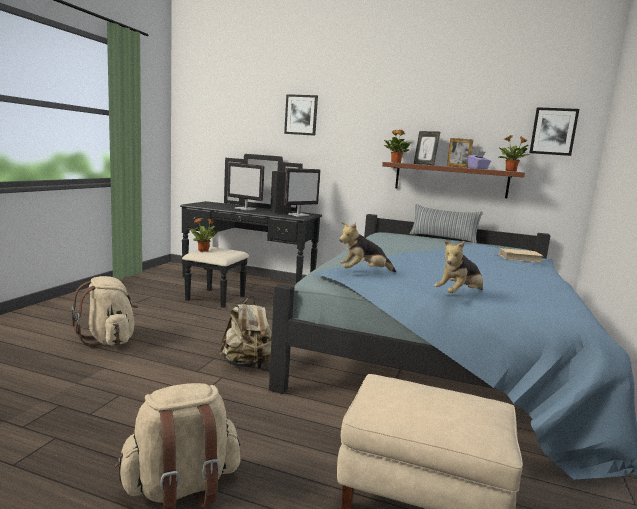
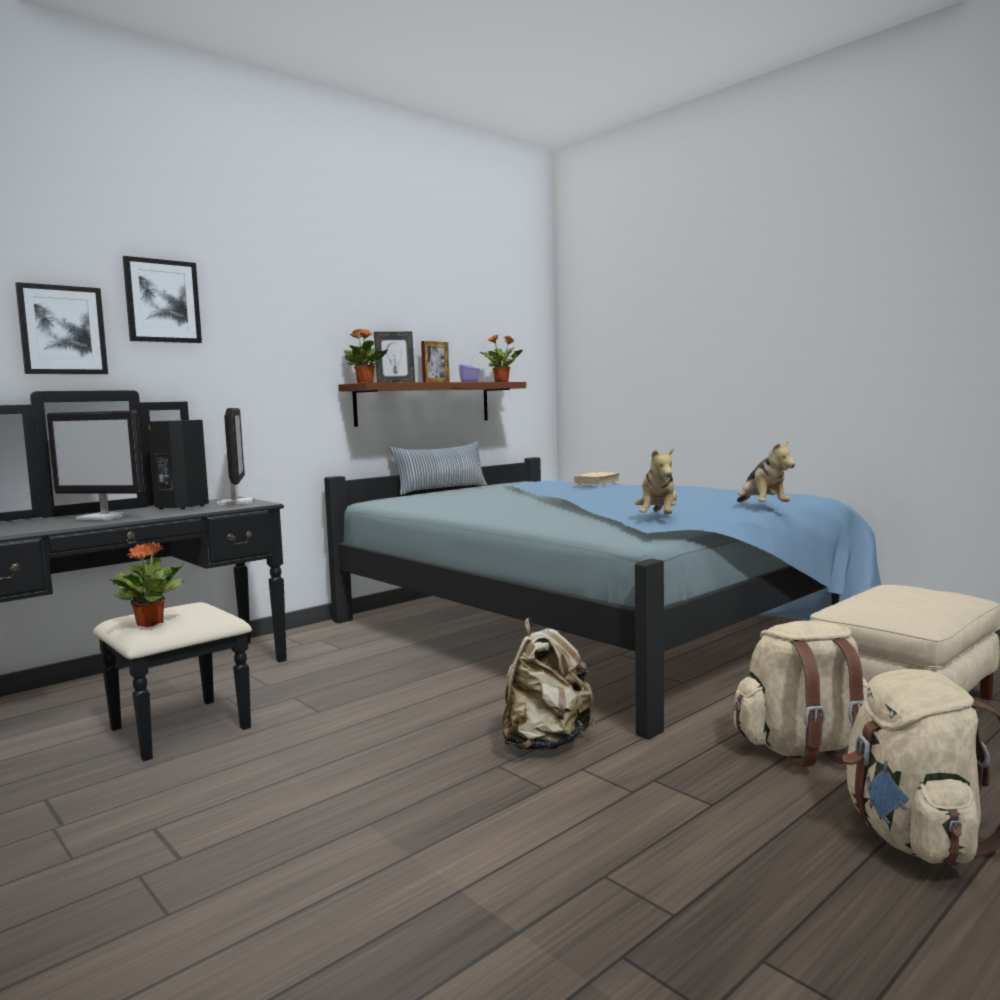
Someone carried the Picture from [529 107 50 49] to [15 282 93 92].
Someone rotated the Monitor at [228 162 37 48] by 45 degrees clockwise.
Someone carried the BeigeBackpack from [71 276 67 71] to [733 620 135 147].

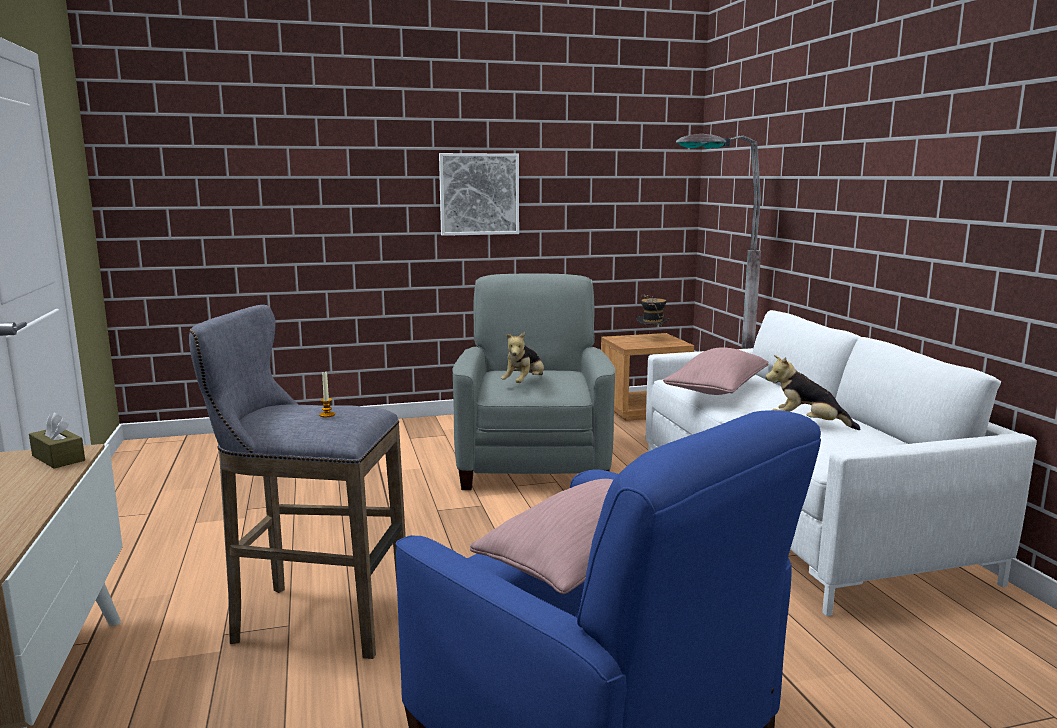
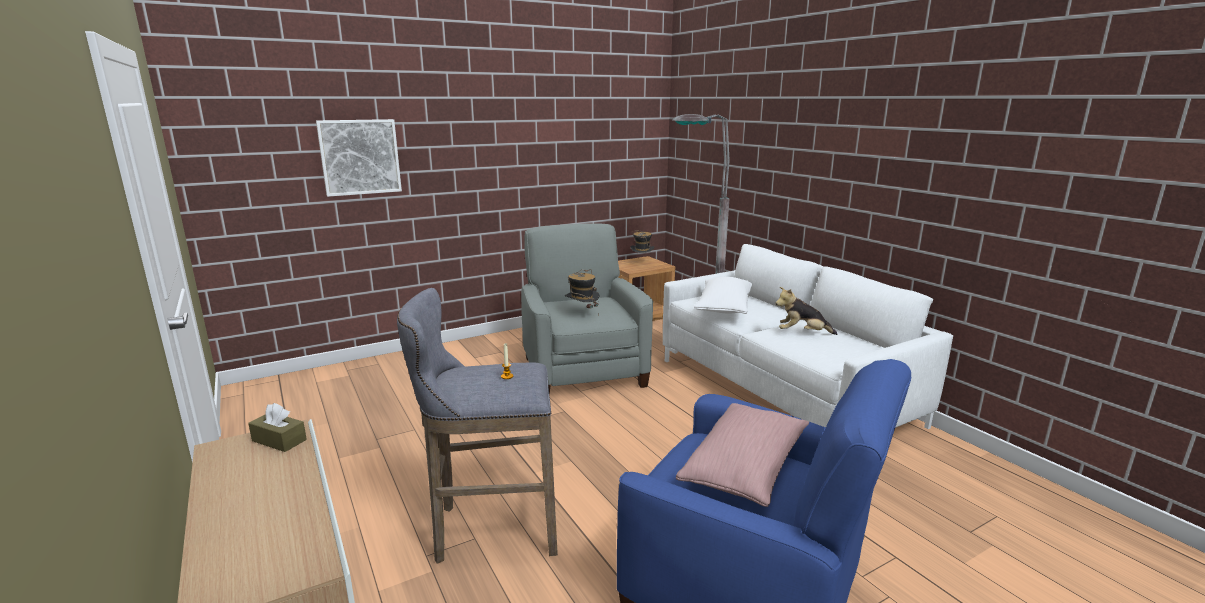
Someone carried the Picture from [439 153 80 83] to [316 119 86 78].
Someone swapped the PlushToy at [501 332 43 51] for the Hat at [565 269 34 40].
Someone repainted the PinkPillow at [663 347 106 48], which became the WhitePillow at [694 276 58 38].

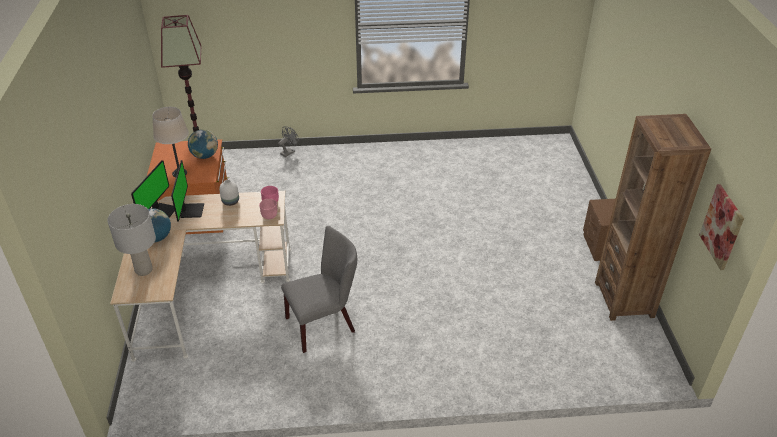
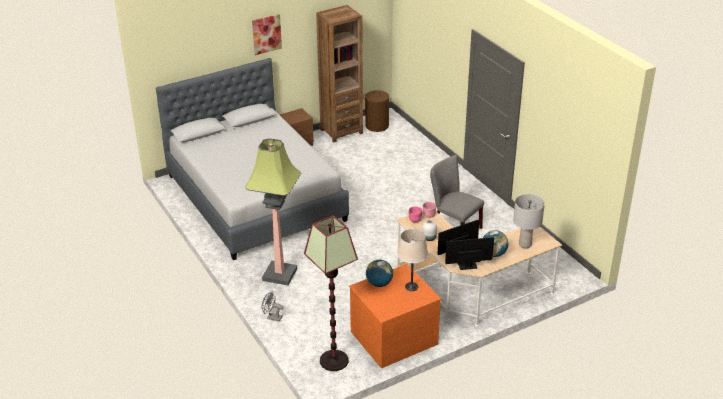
Someone carried the Picture from [699 184 45 86] to [252 14 30 41].
Someone put down the GreyBed at [156 58 193 202].
Someone put down the BrownLaundryBasket at [363 90 29 42].
Someone put down the FloorLamp at [245 138 56 147].

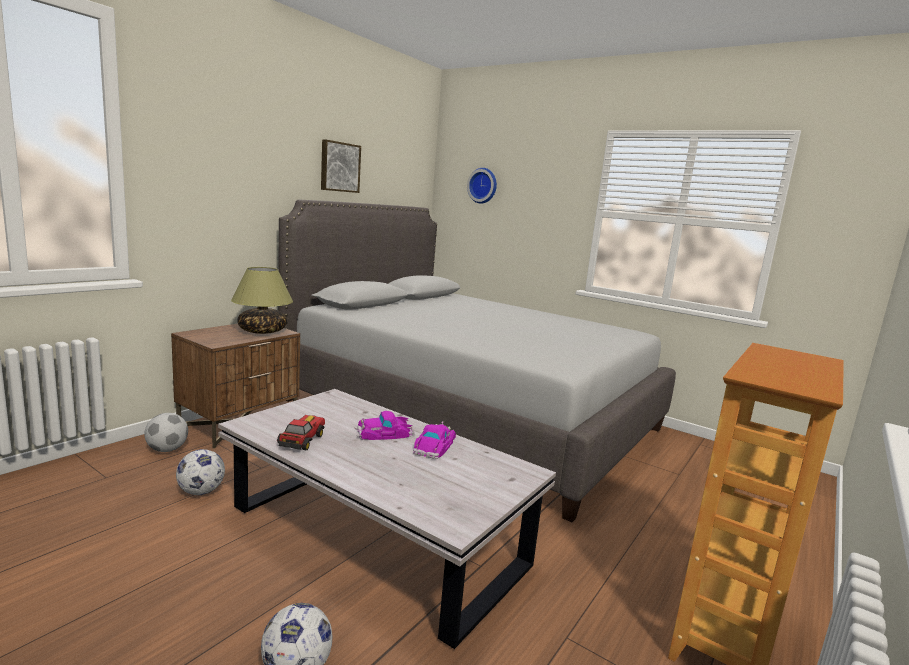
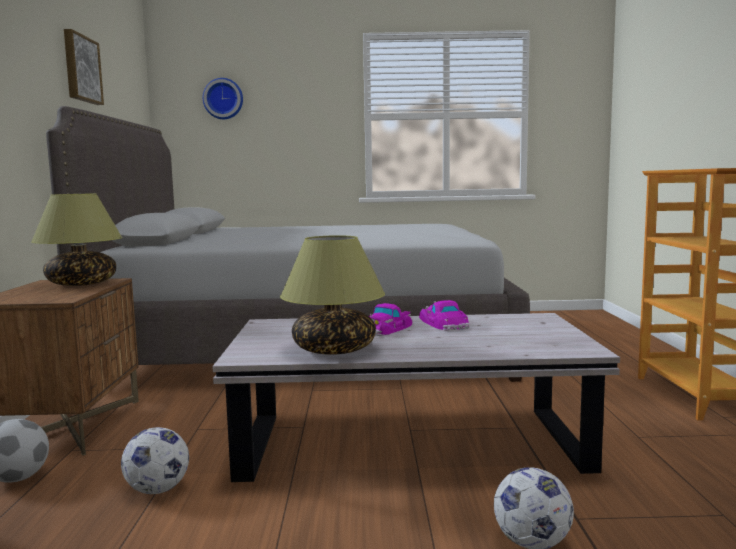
Someone swapped the ToyCar at [277 415 48 35] for the TableLamp at [280 235 105 120].

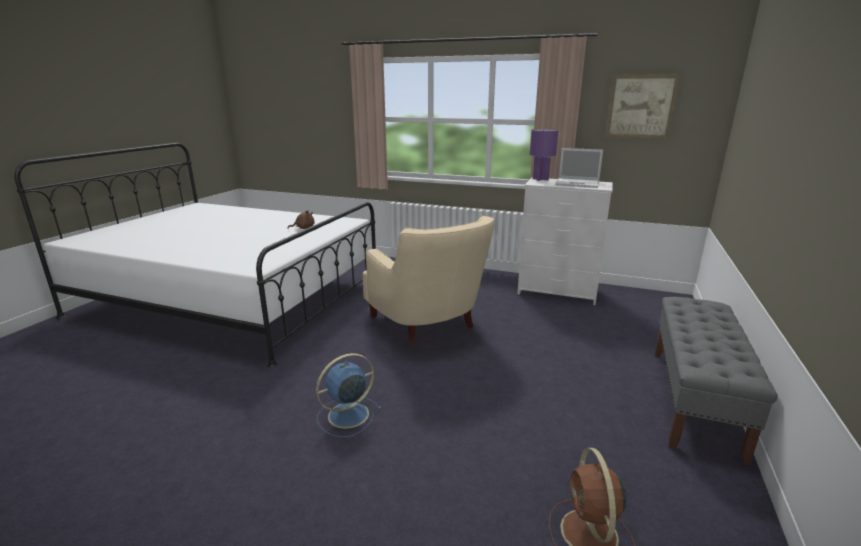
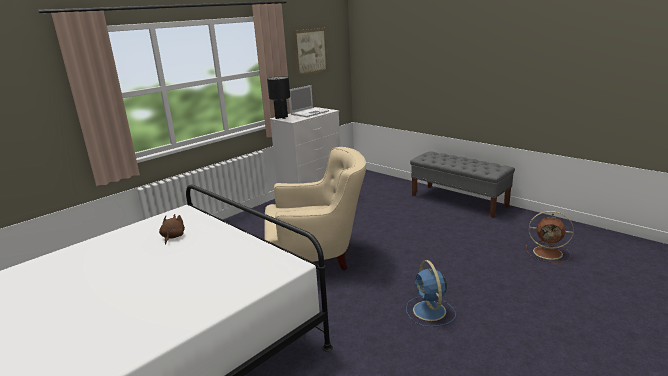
Someone repainted the PurpleTableLamp at [530 129 28 52], which became the BlackTableLamp at [267 76 23 43].

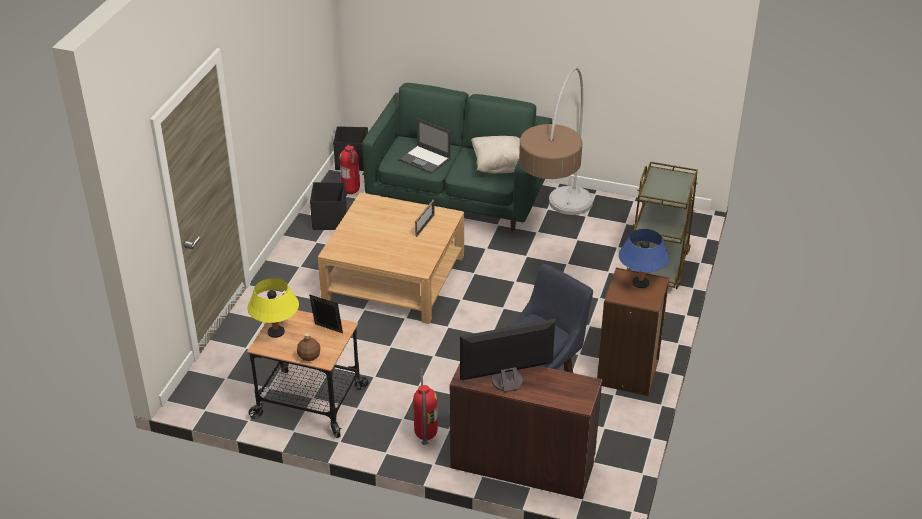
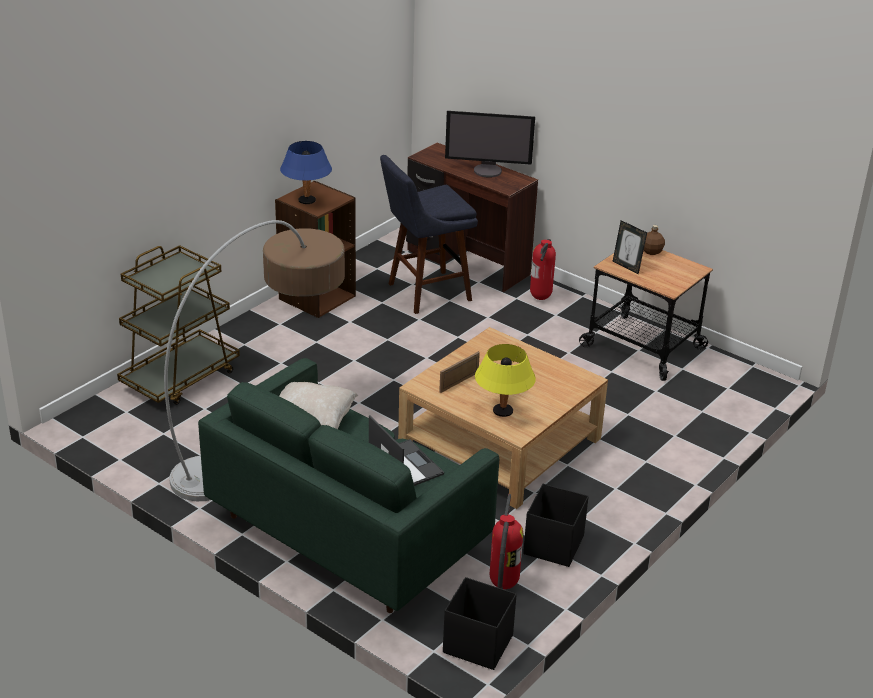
Someone carried the YellowTableLamp from [247 278 52 60] to [475 344 61 73].

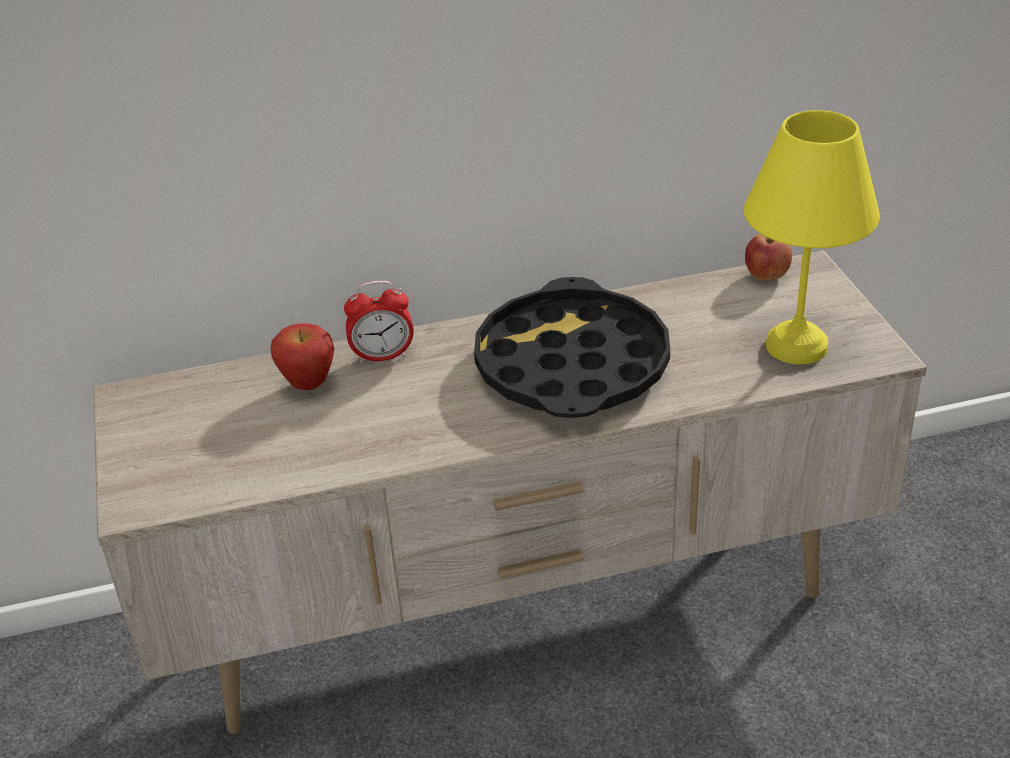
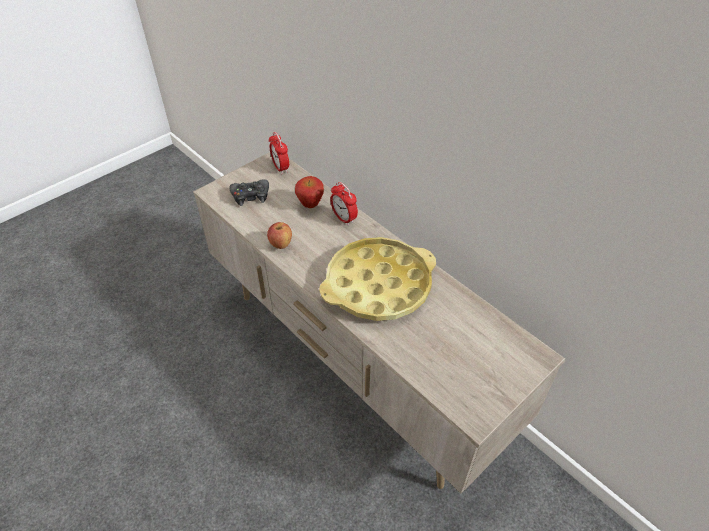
Someone took away the YellowTableLamp at [744 110 136 254].
Someone carried the Apple from [745 234 47 47] to [267 222 25 27].
Someone repainted the BlackTray at [474 277 196 141], which became the YellowTray at [319 237 117 84].
Someone put down the AlarmClock at [269 132 20 42].
Someone put down the BlackGameController at [229 179 40 27].

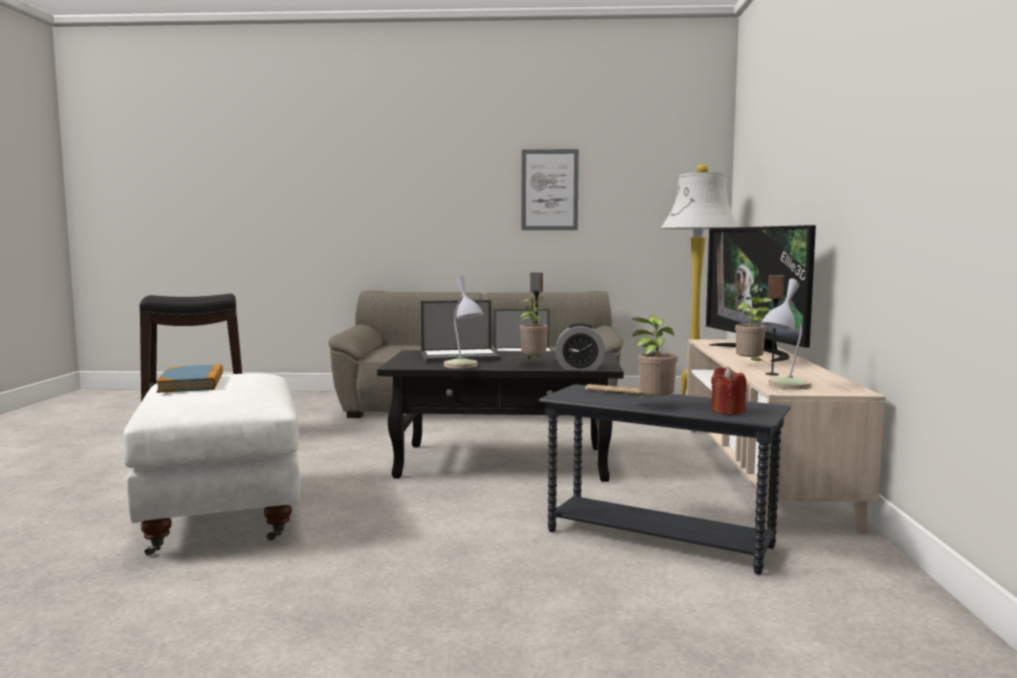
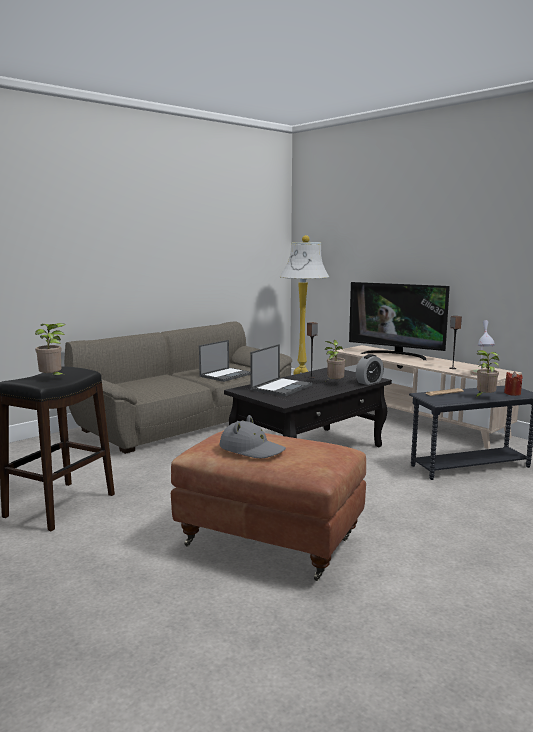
Someone took away the Picture at [522 149 57 81].
Someone took away the TableLamp at [444 276 39 93].
Someone carried the PottedPlant from [735 297 37 67] to [35 323 31 53].
Someone swapped the Book at [156 364 67 29] for the GreyHat at [219 415 67 43].
Someone repainted the WhiteOttoman at [123 374 178 182], which became the BrownOttoman at [171 430 195 151].

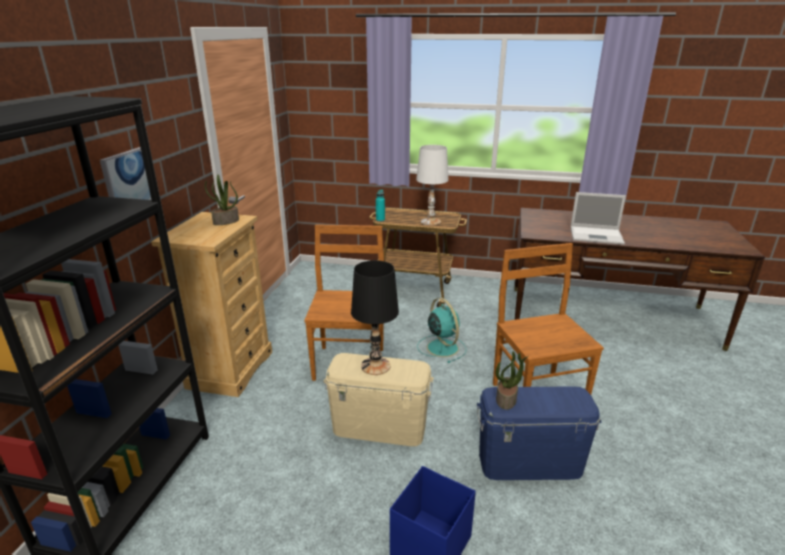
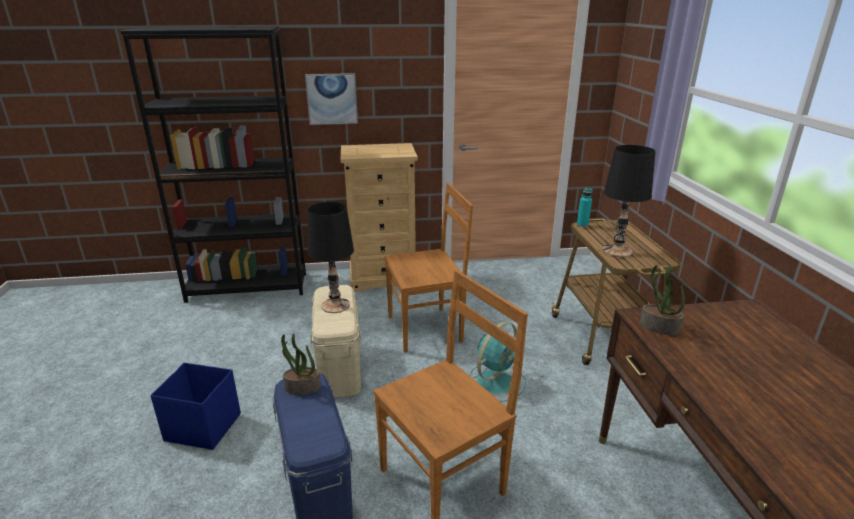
Someone repainted the WhiteTableLamp at [416 145 32 81], which became the BlackTableLamp at [603 145 53 112].
Someone carried the PottedPlant from [205 175 34 50] to [640 265 45 70].
Someone took away the Laptop at [571 192 55 53].

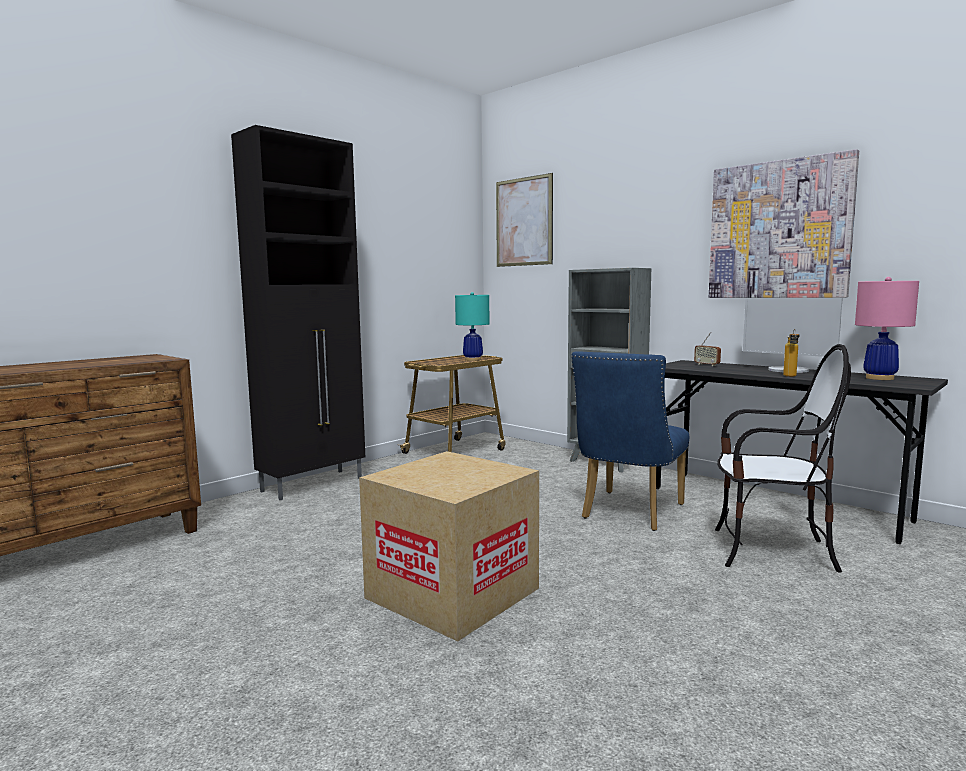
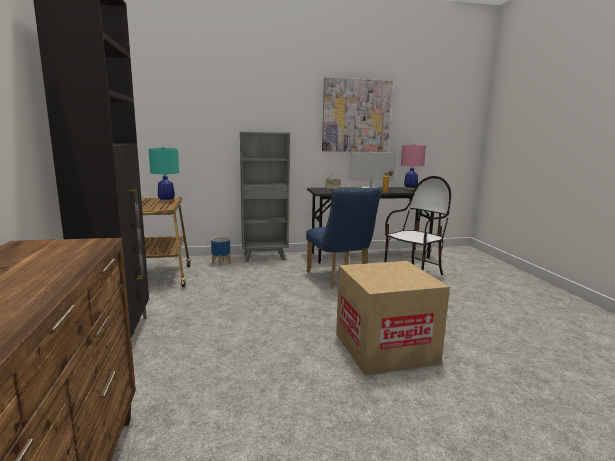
Someone took away the Picture at [496 173 57 94].
Someone put down the Planter at [211 237 20 29].

